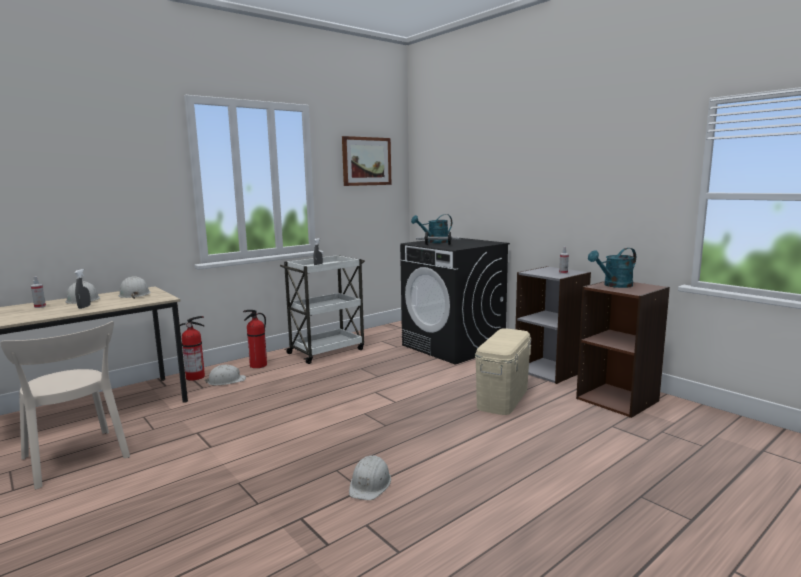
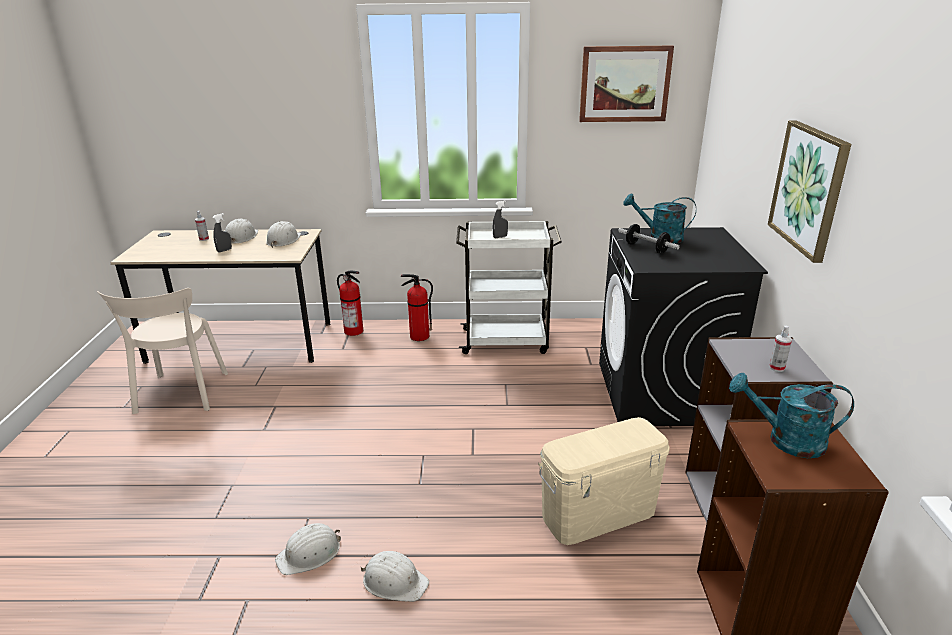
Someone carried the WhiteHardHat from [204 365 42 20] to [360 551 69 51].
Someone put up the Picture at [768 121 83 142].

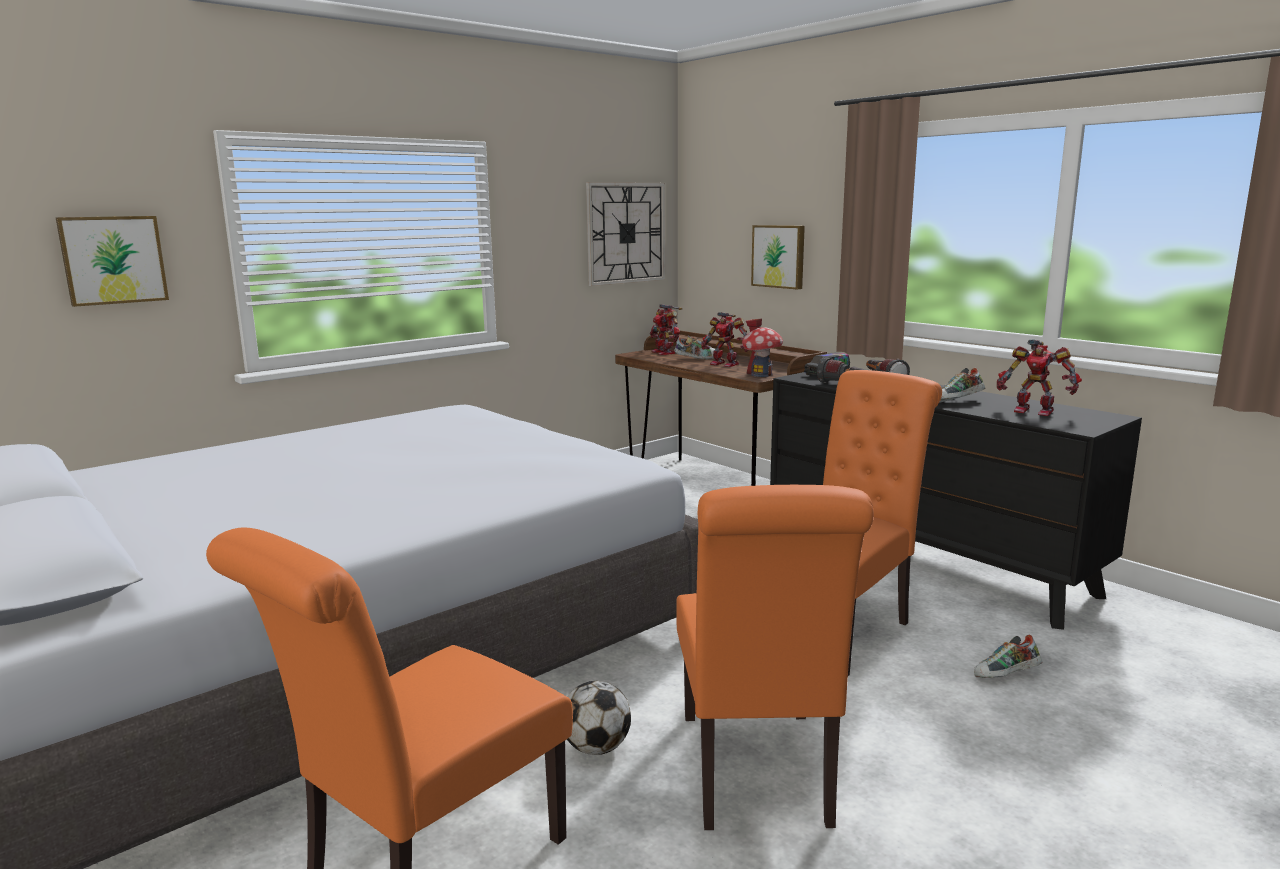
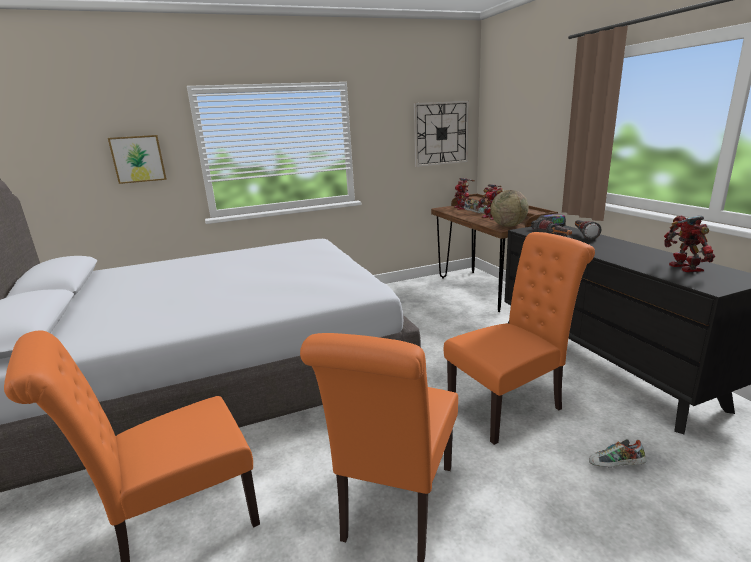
Someone took away the Picture at [751 225 54 65].
Someone swapped the ToyHouse at [742 318 41 59] for the Globe at [491 190 38 37].
Someone rotated the ToyRobot at [997 339 85 77] by 150 degrees counterclockwise.
Someone took away the Shoe at [939 368 46 35].
Someone took away the Football at [567 681 64 74].

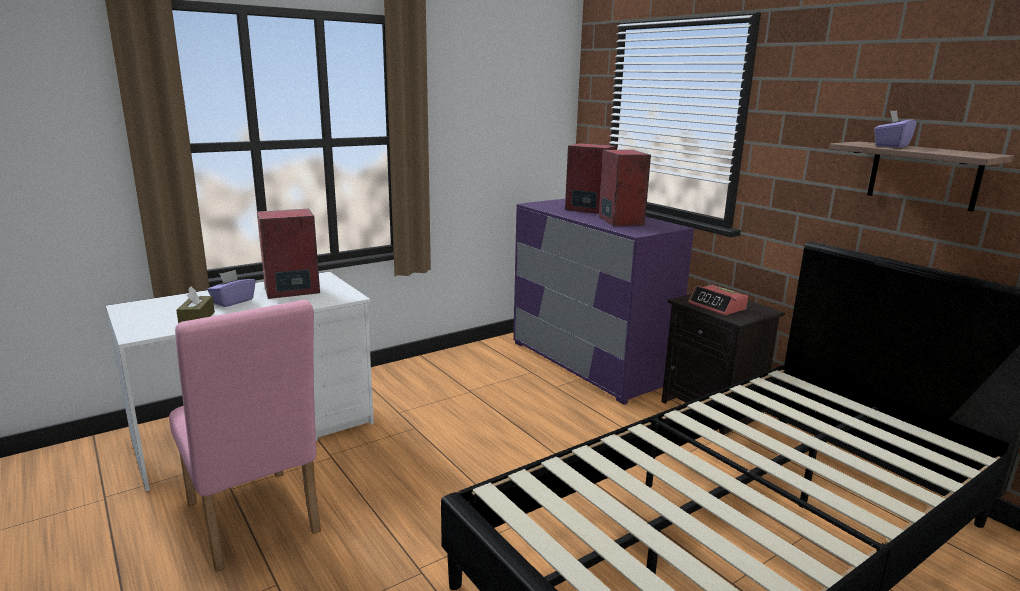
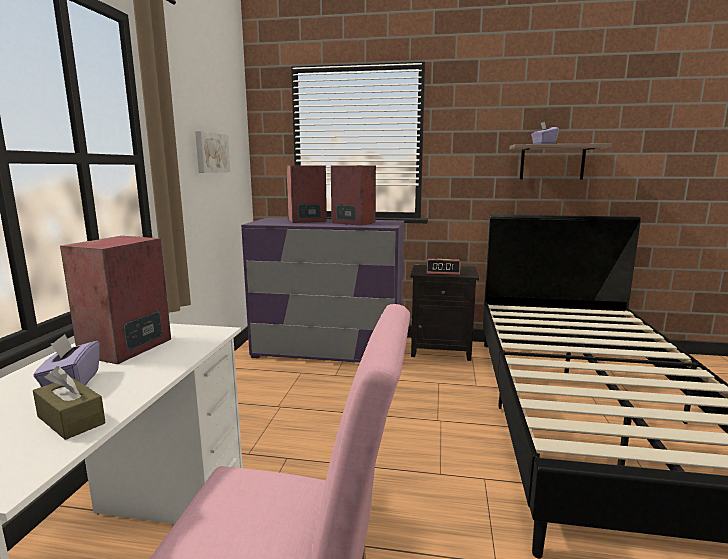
Someone put up the Picture at [195 131 36 42].

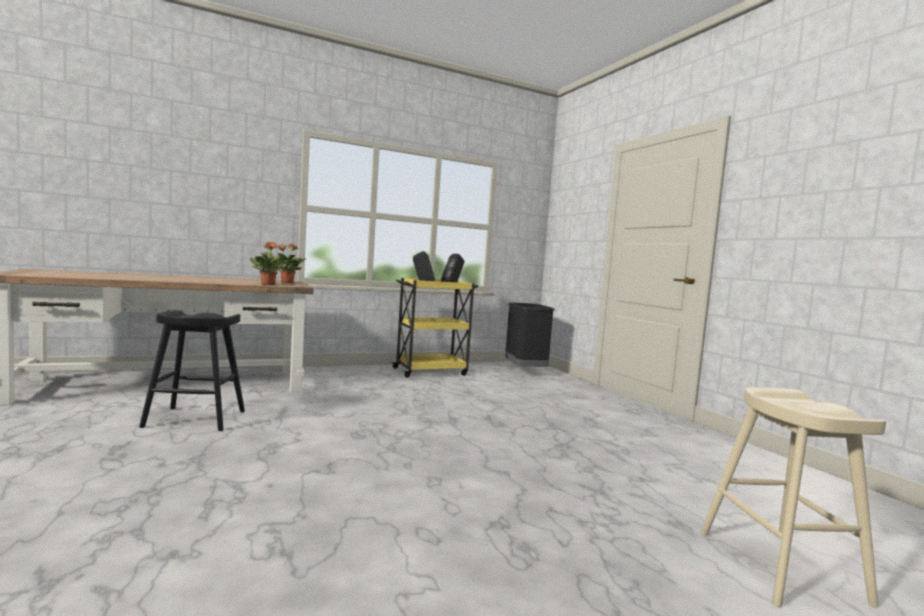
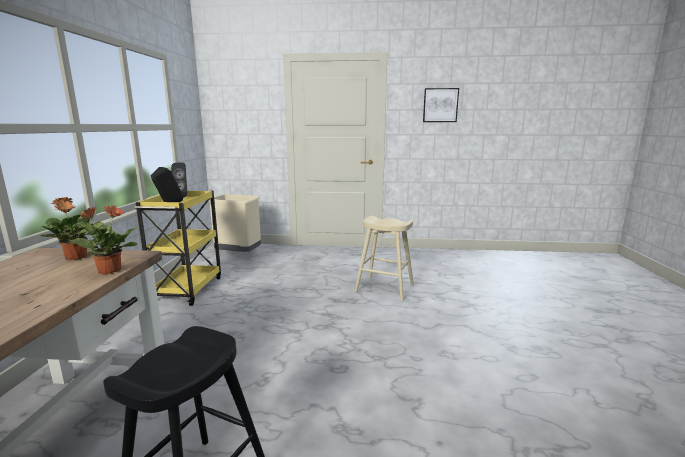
Someone repainted the BlackTrashCan at [505 302 50 65], which became the BeigeTrashCan at [209 194 52 58].
Someone carried the BeigeStool from [701 387 185 221] to [354 216 60 85].
Someone put up the Picture at [423 88 36 34].

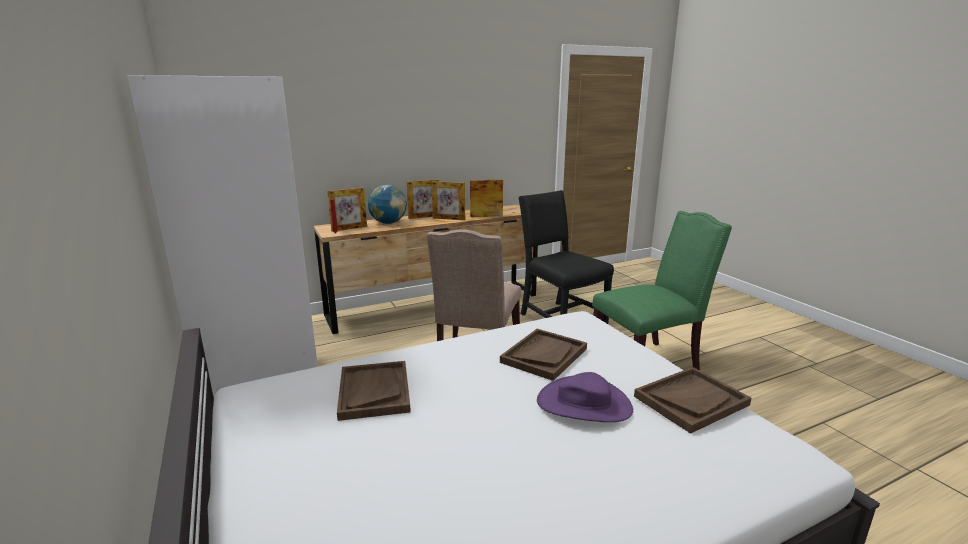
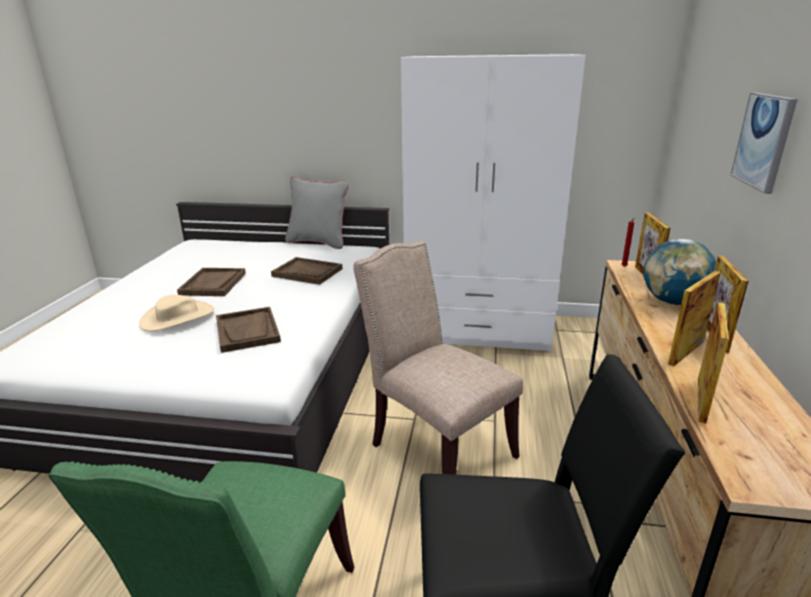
Someone carried the BrownTray from [634 367 117 67] to [177 268 69 28].
Someone repainted the PurpleHat at [537 372 96 50], which became the BeigeHat at [139 295 75 36].
Someone put up the Picture at [731 93 66 101].
Someone put down the GreyPillow at [285 176 64 73].

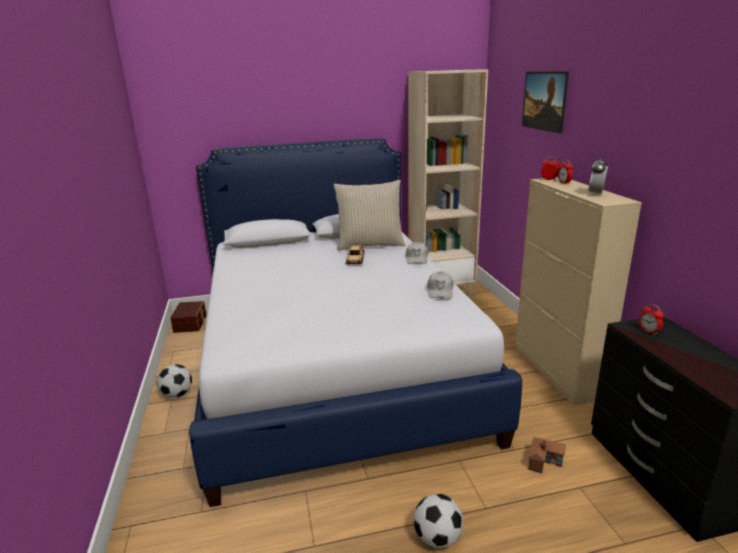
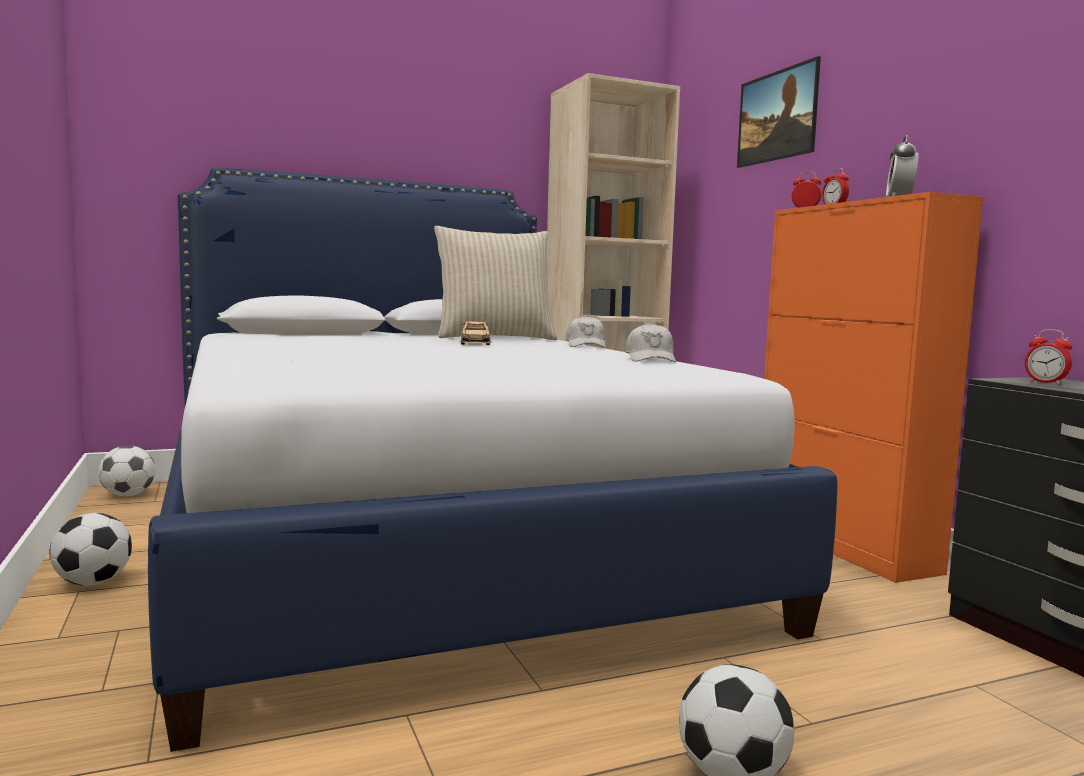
Someone repainted the BeigeCabinet at [515 177 127 229], which became the OrangeCabinet at [764 192 219 391].
Someone swapped the BrownStorageBox at [170 301 36 32] for the Football at [98 445 58 52].
Someone took away the ToyHouse at [528 437 38 36].

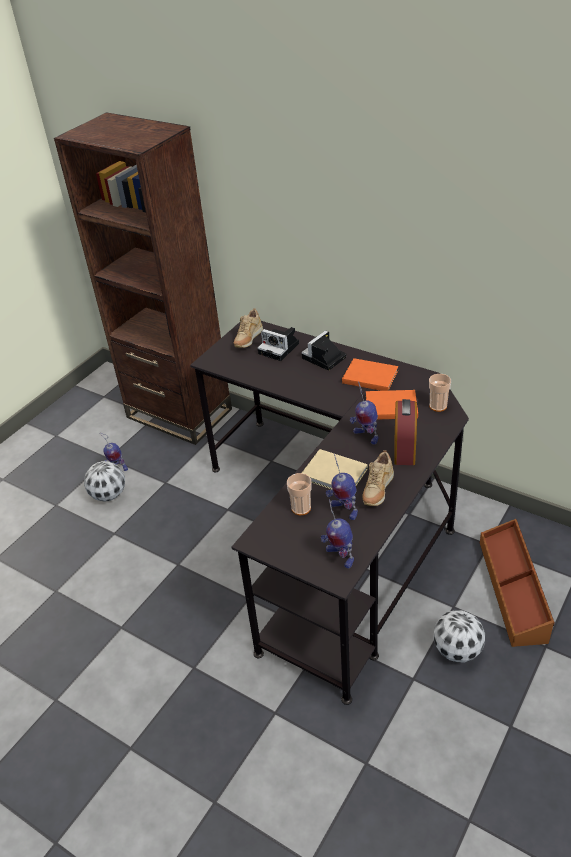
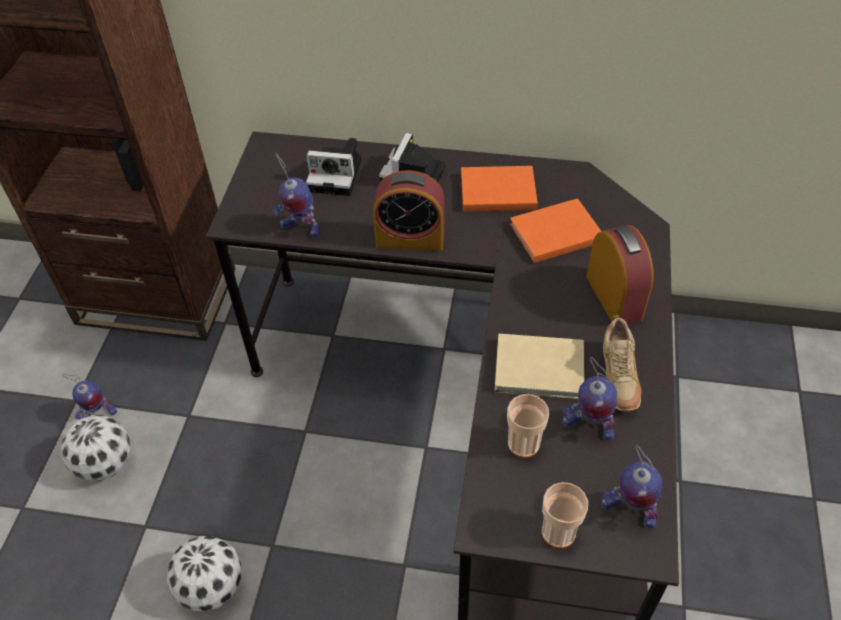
Someone took away the BeigeShoe at [234 308 29 40].
Someone carried the Cup from [429 374 22 38] to [542 482 46 67].
Someone carried the ToyRobot from [350 381 28 63] to [273 153 46 85].
Someone took away the BrownStorageBox at [480 519 75 128].
Someone carried the Football from [433 610 52 53] to [167 536 75 75].
Someone put down the AlarmClock at [373 170 71 81].

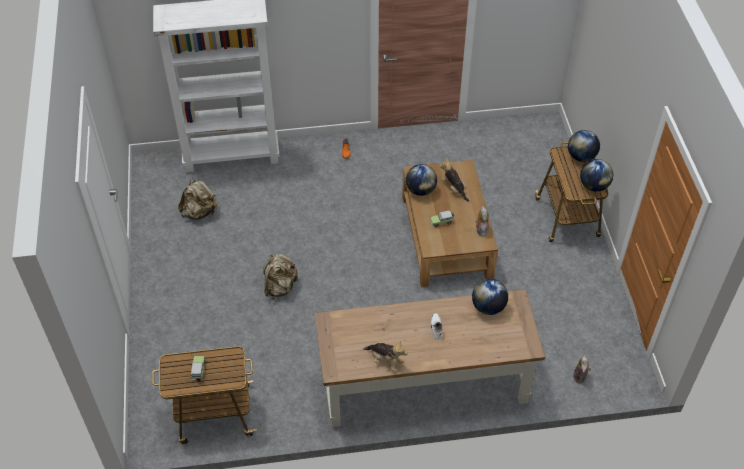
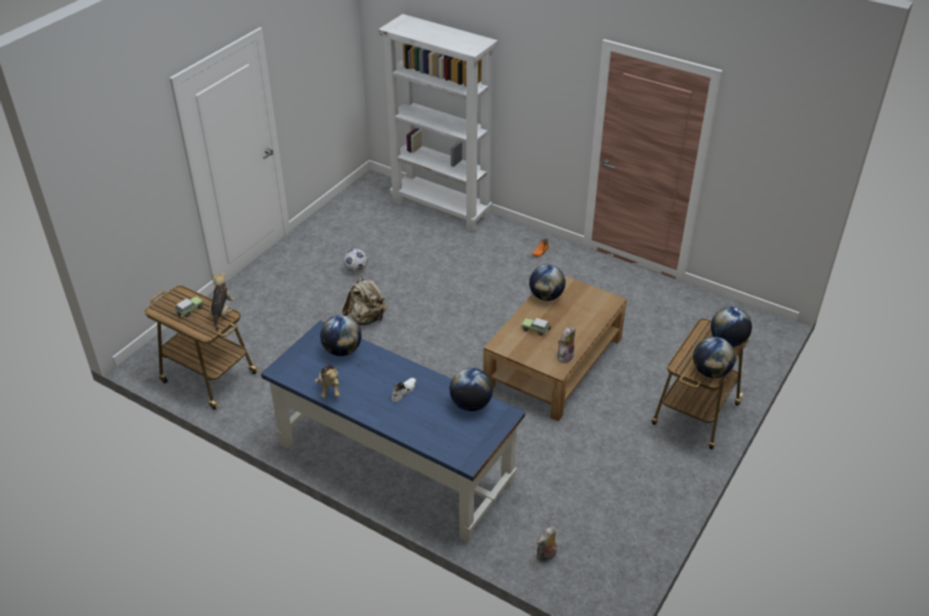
Someone carried the PlushToy from [440 158 29 44] to [209 271 26 60].
Someone took away the BeigeBackpack at [178 178 40 41].
Someone repainted the BrownDesk at [315 289 230 138], which became the BlueDesk at [261 320 264 223].
Someone put down the Football at [344 249 24 24].
Someone put down the Globe at [320 315 42 41].

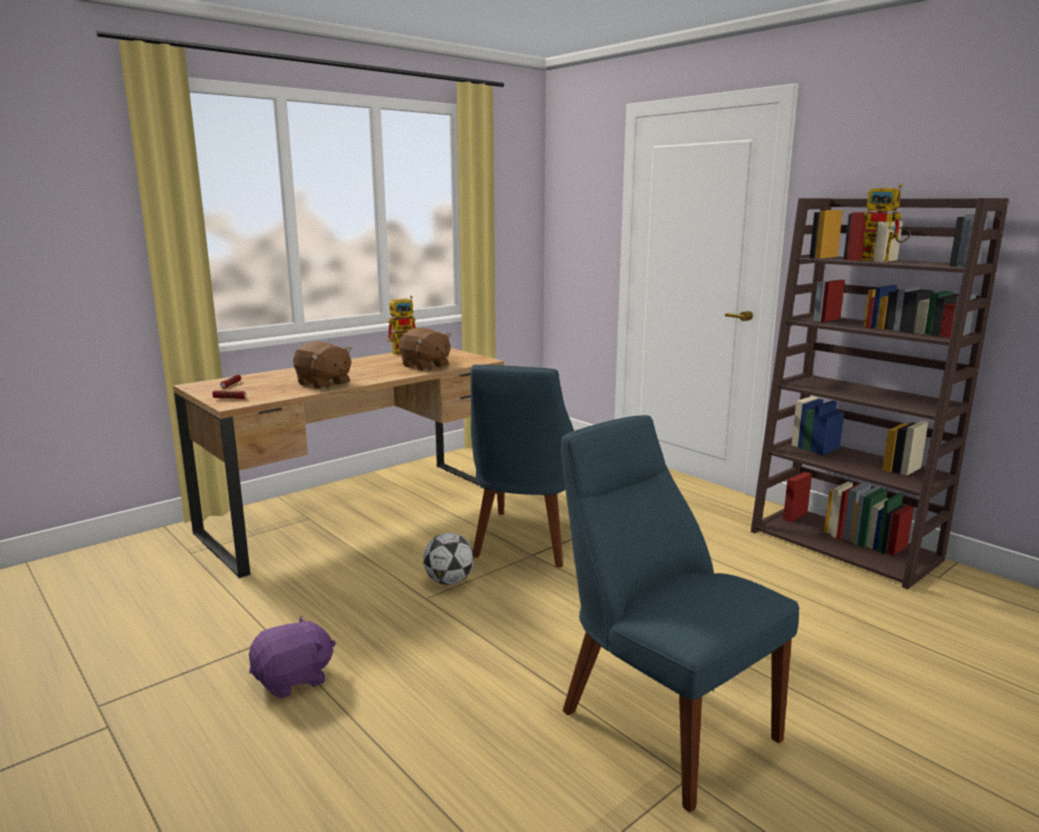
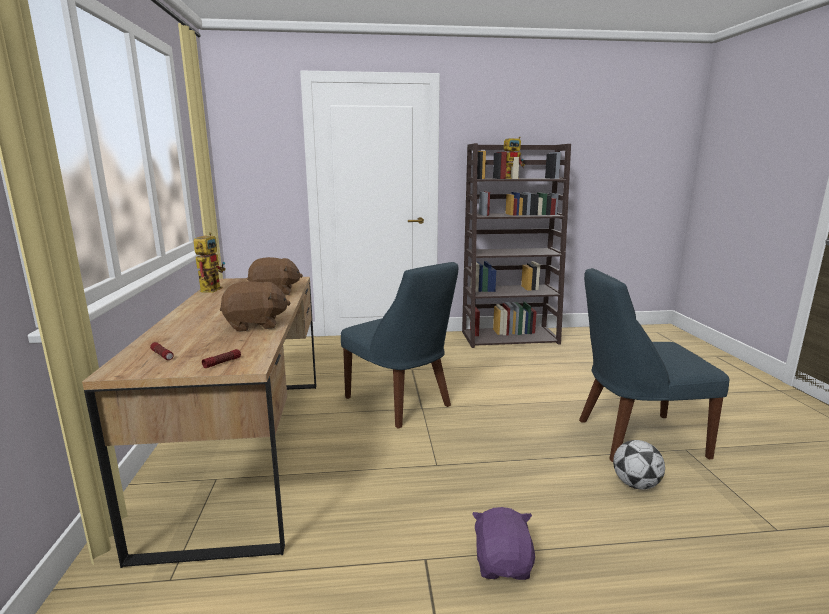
Someone carried the Football from [423 533 51 52] to [613 440 52 50].

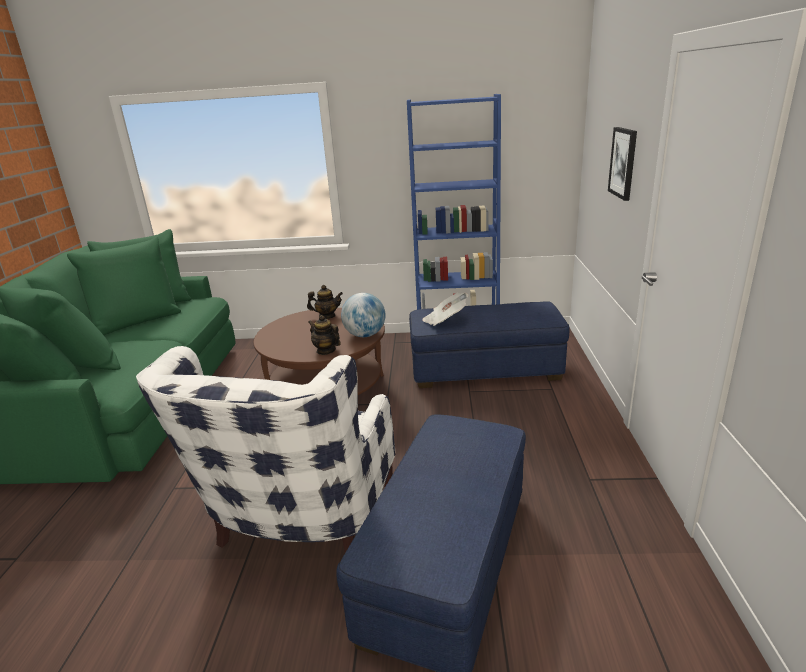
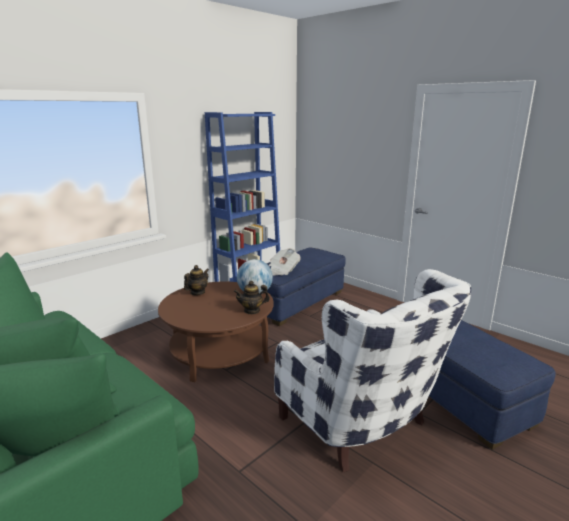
Someone took away the Picture at [608 127 29 74].

